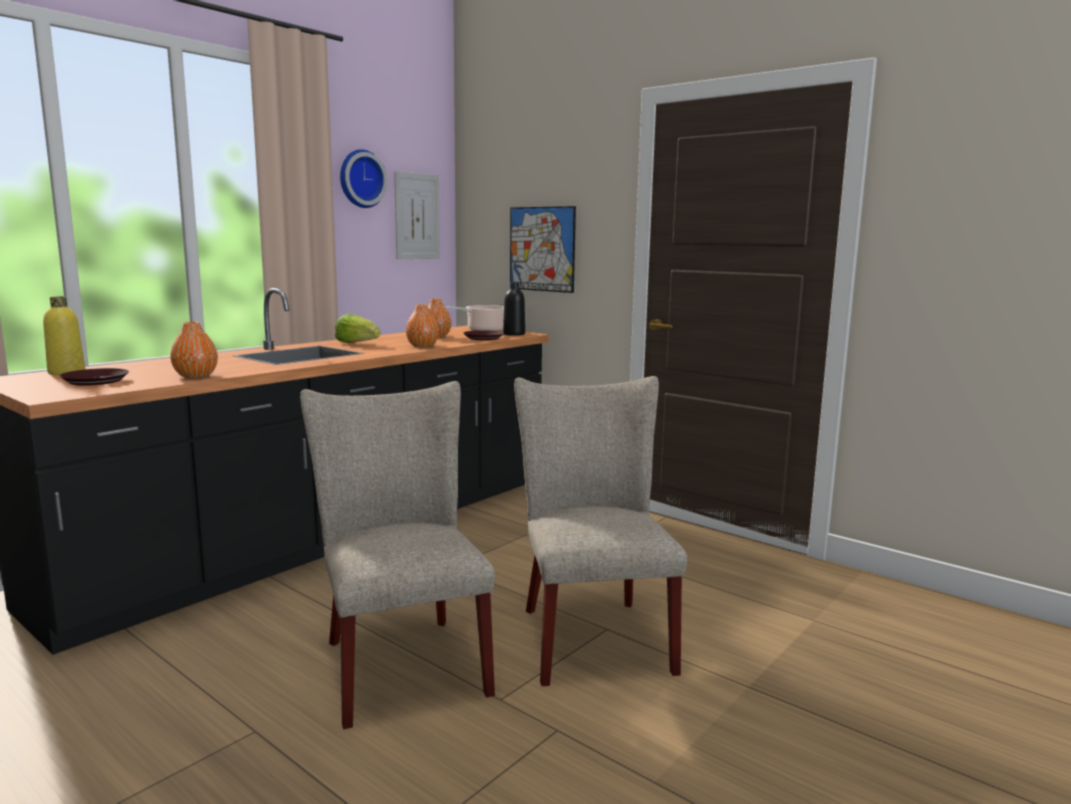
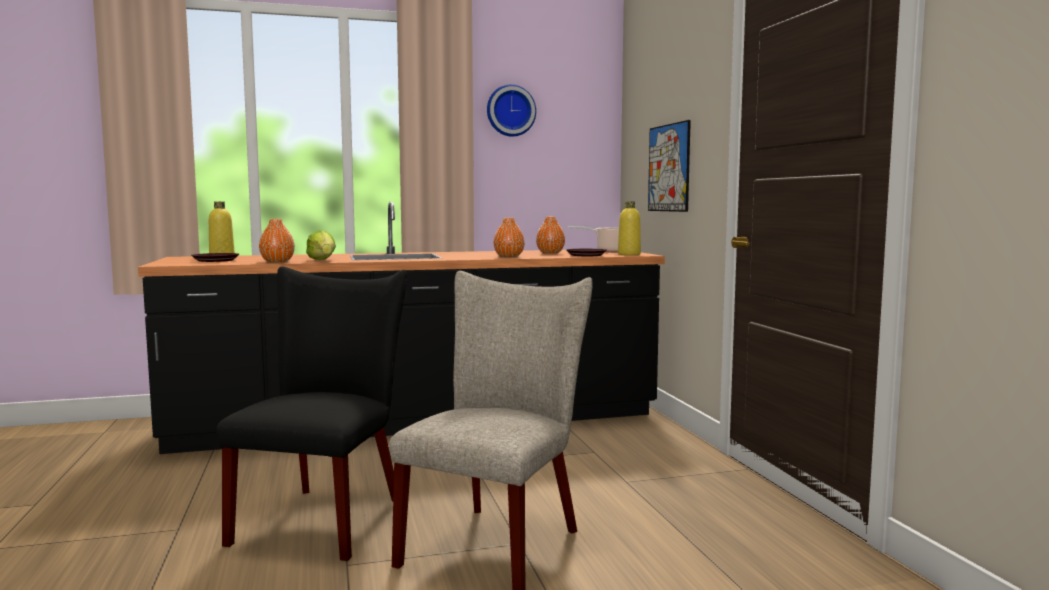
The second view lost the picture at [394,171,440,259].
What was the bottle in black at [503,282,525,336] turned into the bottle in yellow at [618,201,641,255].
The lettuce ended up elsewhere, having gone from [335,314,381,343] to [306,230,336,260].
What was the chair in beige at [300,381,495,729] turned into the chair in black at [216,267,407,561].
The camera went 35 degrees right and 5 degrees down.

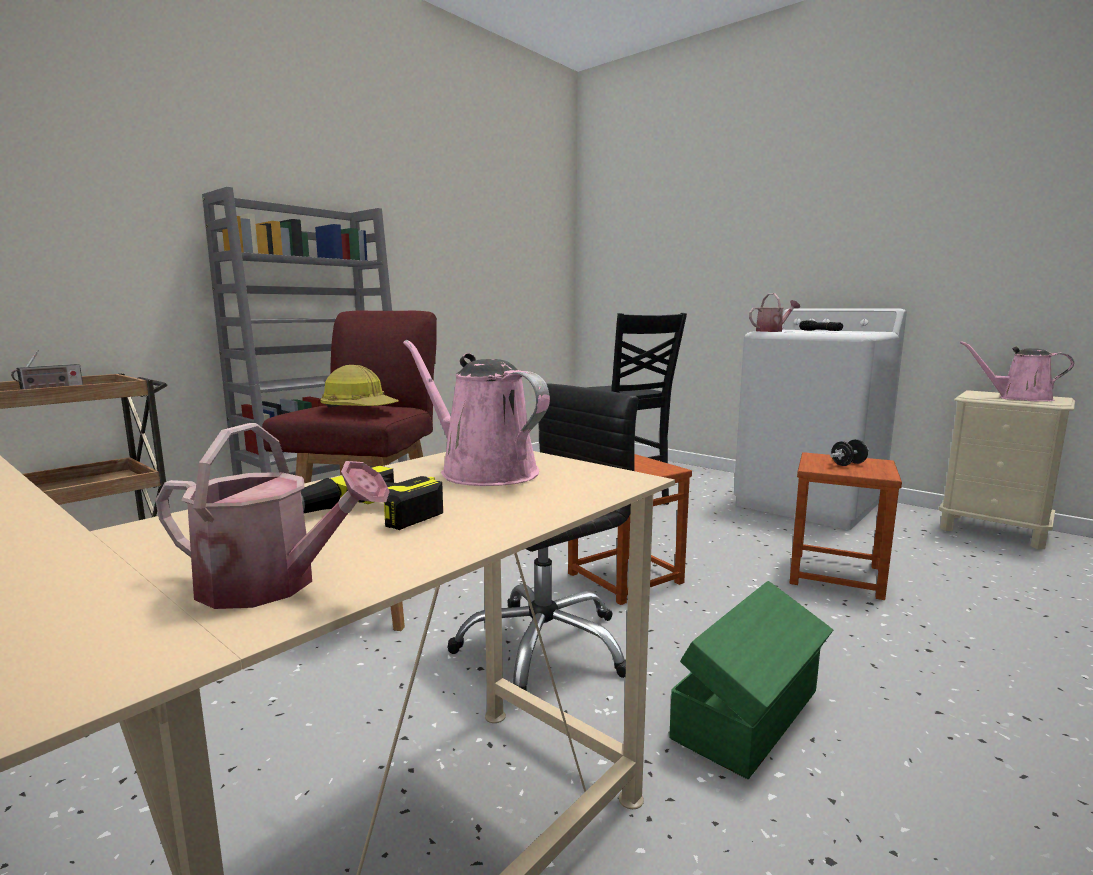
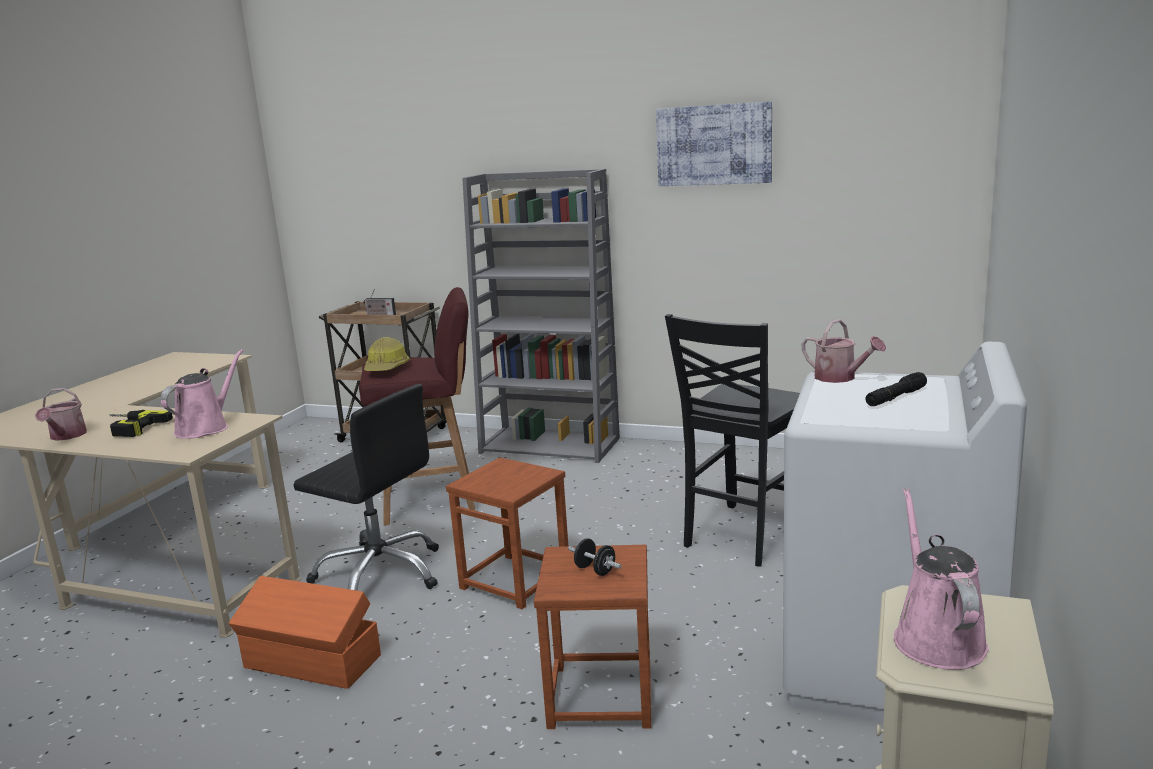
What was the storage box in green at [670,581,833,779] turned into the storage box in orange at [229,576,381,689].
The second view gained the picture at [656,102,772,186].
The camera went 70 degrees right and 5 degrees up.

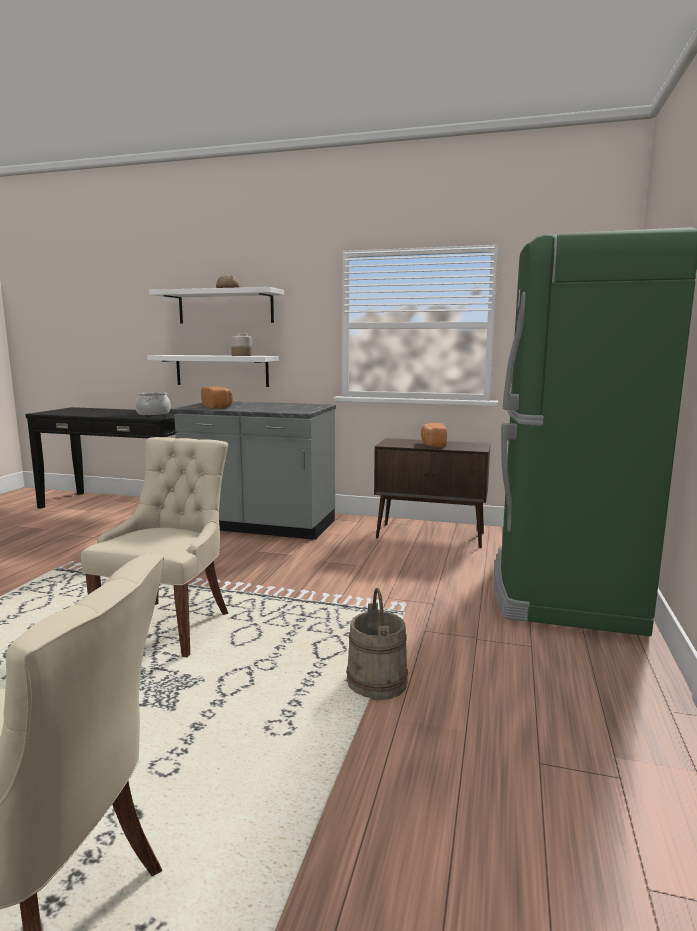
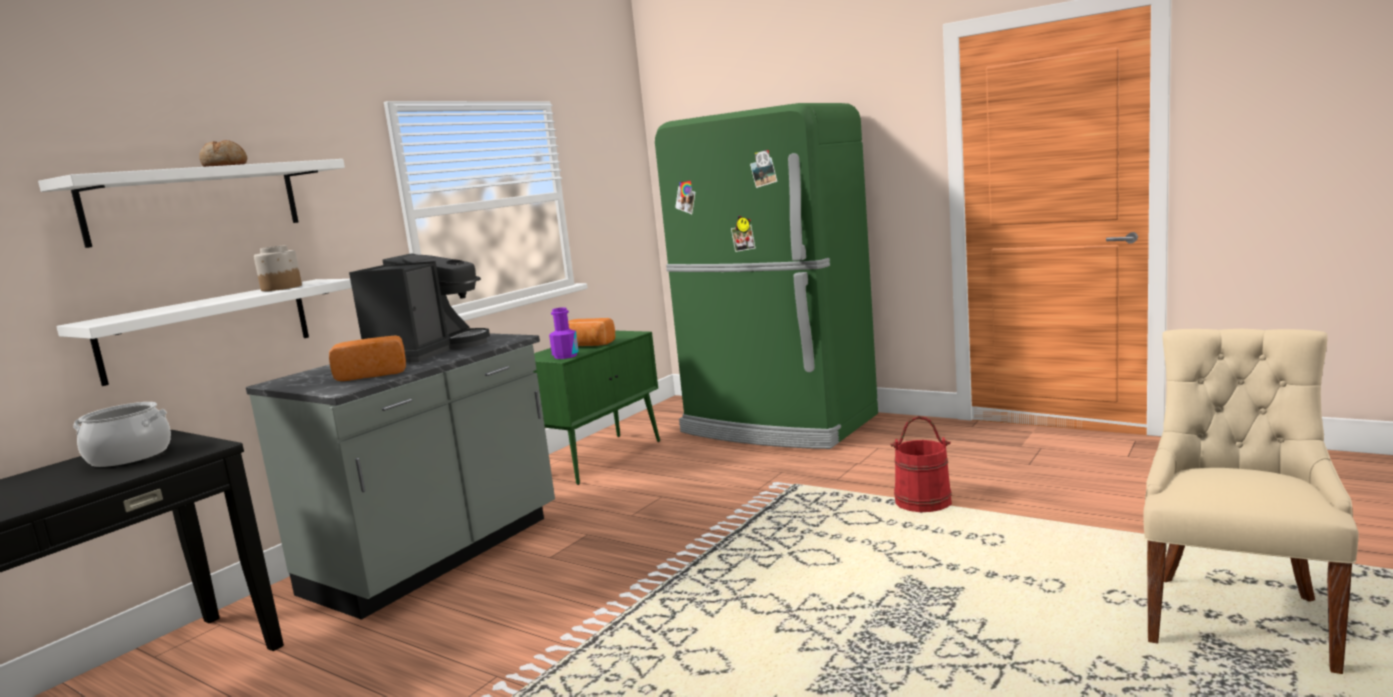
The second view lost the chair in beige at [81,437,228,657].
What was the cabinet in brown at [374,438,491,548] turned into the cabinet in green at [533,331,660,485].
What was the bucket in beige at [346,588,408,700] turned into the bucket in red at [890,416,952,512].
The second view gained the coffee machine at [349,253,490,362].
The second view gained the bottle in purple at [549,307,579,359].
The camera went 70 degrees left and 0 degrees up.

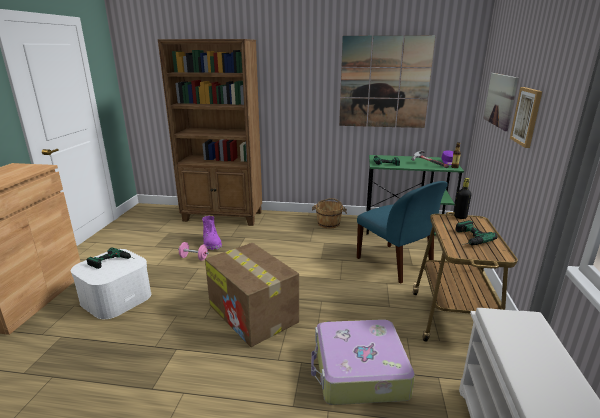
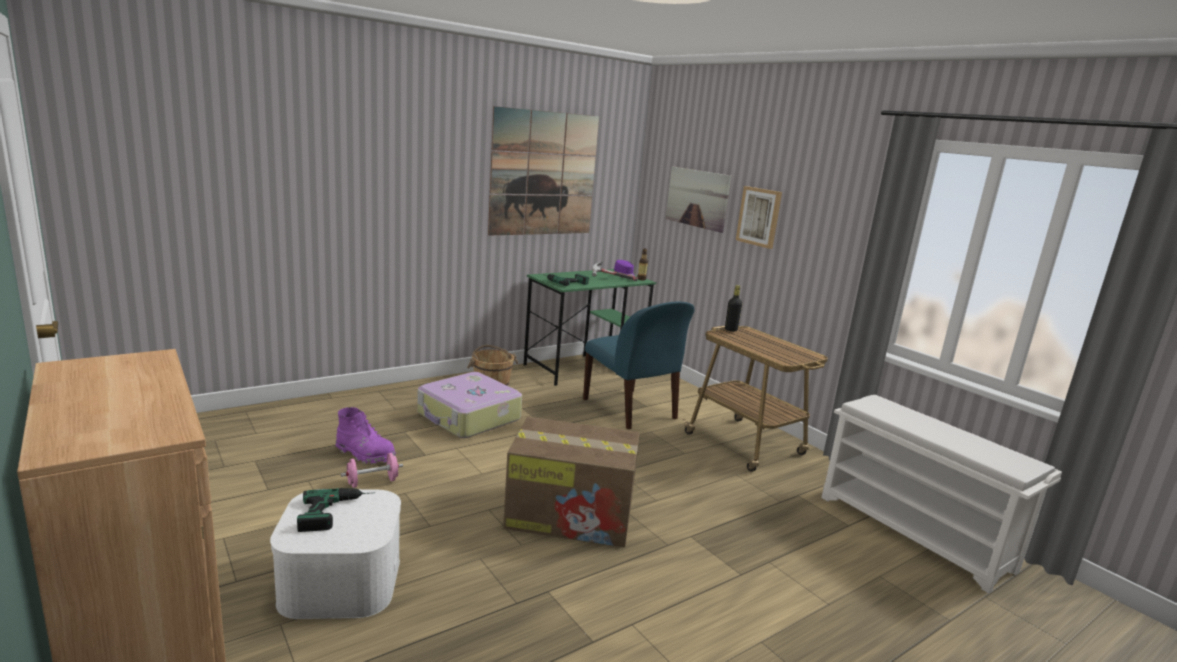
The second view lost the bookcase in brown at [158,39,262,226].
The chair in blue at [357,181,448,284] ended up facing another way, 45 degrees clockwise from before.
The second view lost the power drill at [455,220,498,245].
The suitcase ended up elsewhere, having gone from [311,319,415,405] to [417,372,522,438].
The camera went 45 degrees left and 5 degrees down.

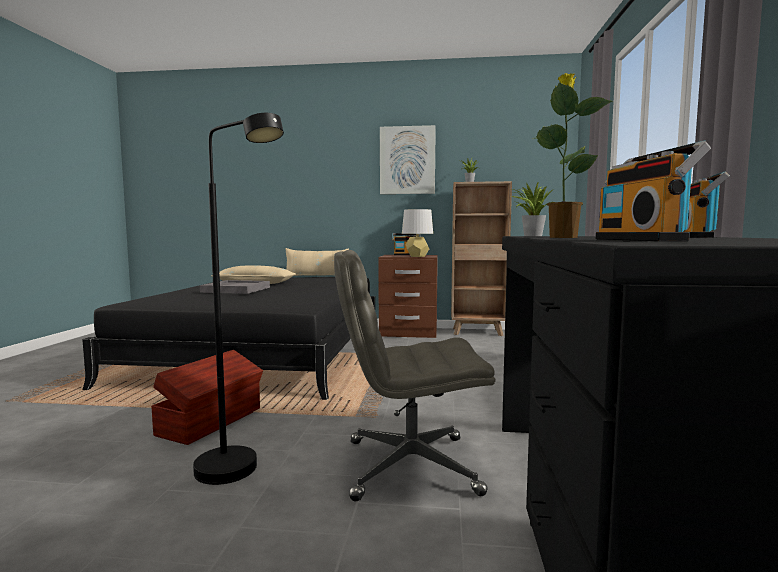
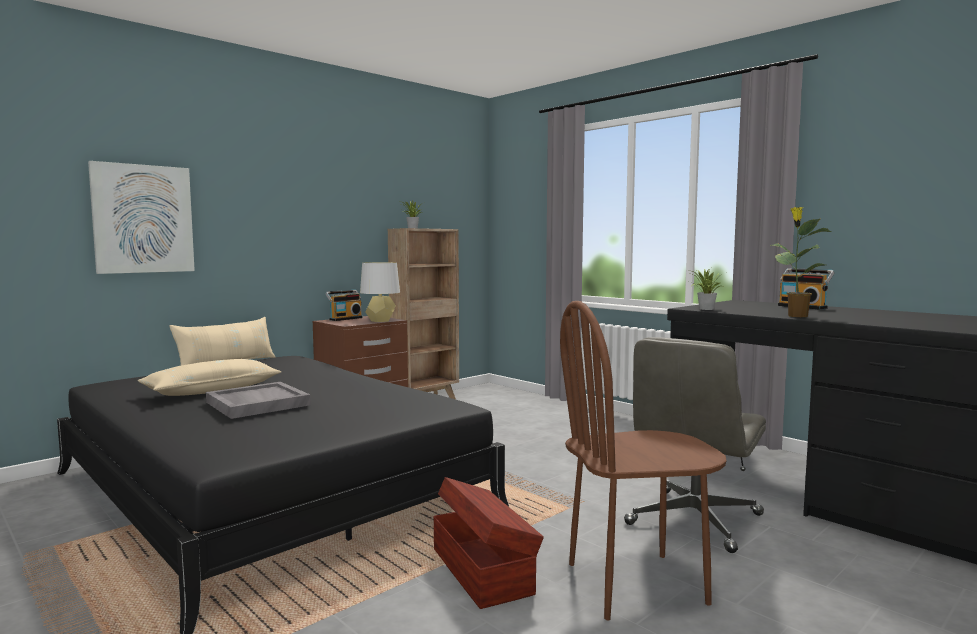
Where the floor lamp in black stood at [193,113,284,485], the chair in brown came to stand at [560,301,726,621].
The picture ended up elsewhere, having gone from [380,125,436,194] to [88,161,195,274].
The second view lost the radio at [595,141,711,241].
The camera went 50 degrees left and 0 degrees up.

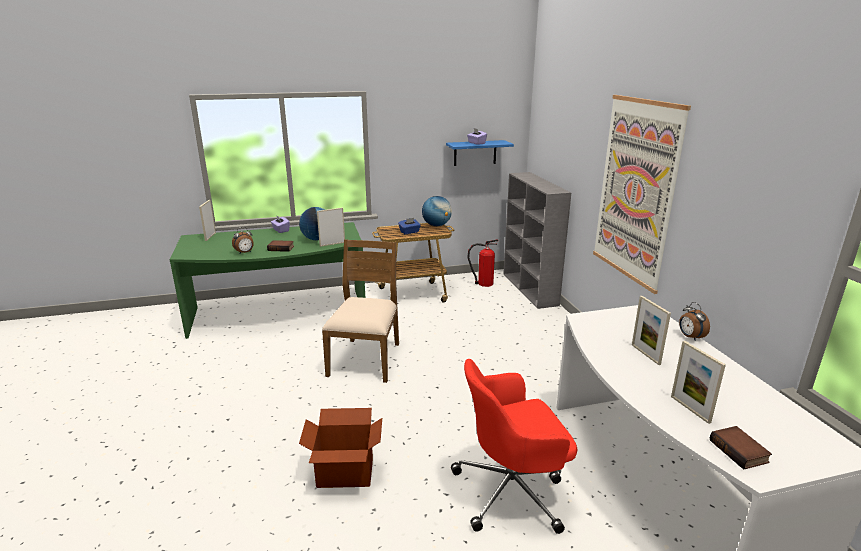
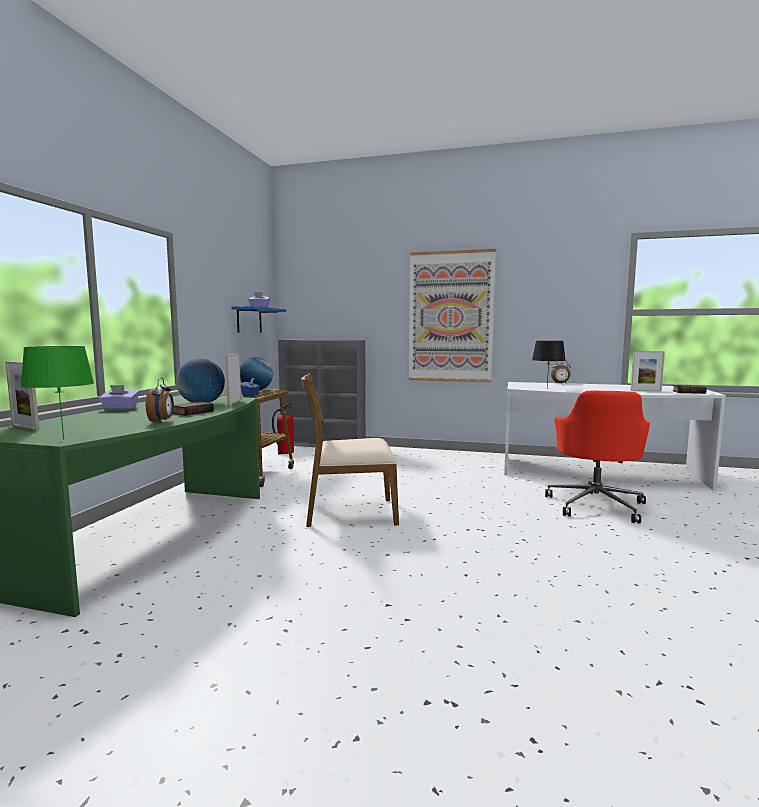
The chair in brown at [322,239,399,383] ended up facing another way, 45 degrees counterclockwise from before.
The second view lost the picture frame at [632,296,671,365].
The second view lost the cardboard box at [299,408,382,488].
The second view gained the table lamp in black at [532,341,566,389].
The second view gained the table lamp in green at [20,346,94,440].
The camera went 60 degrees left and 15 degrees down.

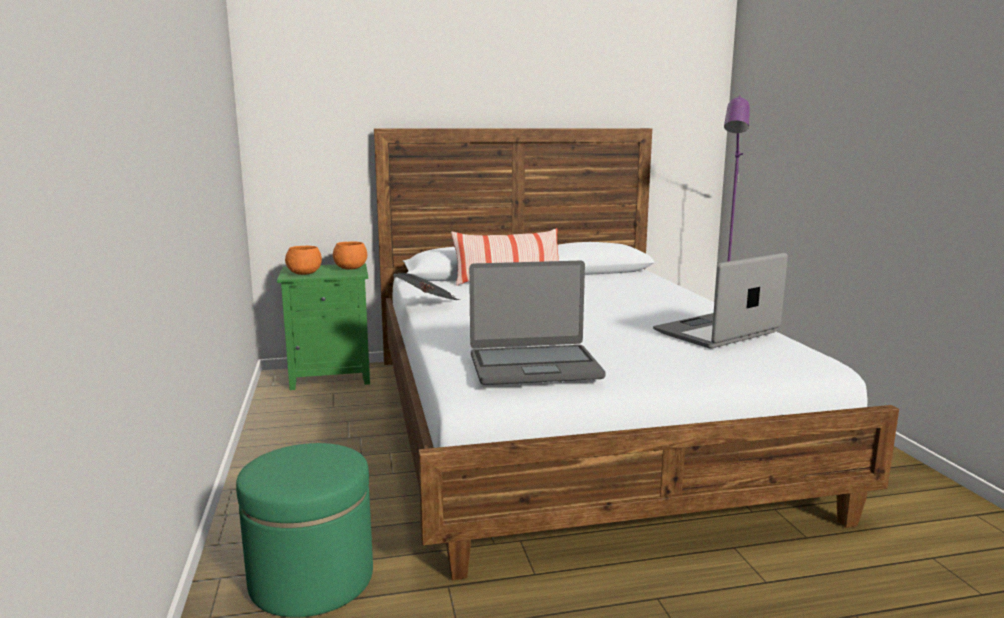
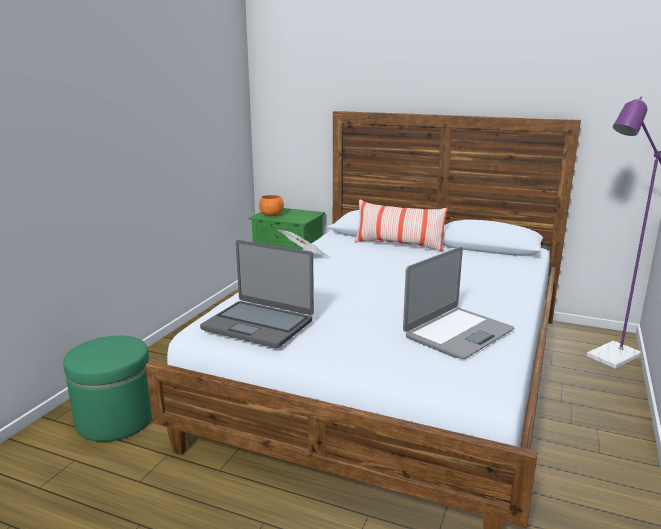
The second view lost the bowl in orange at [333,242,367,270].
The laptop at [653,253,788,349] ended up facing another way, 135 degrees clockwise from before.
The camera went 35 degrees right and 5 degrees up.

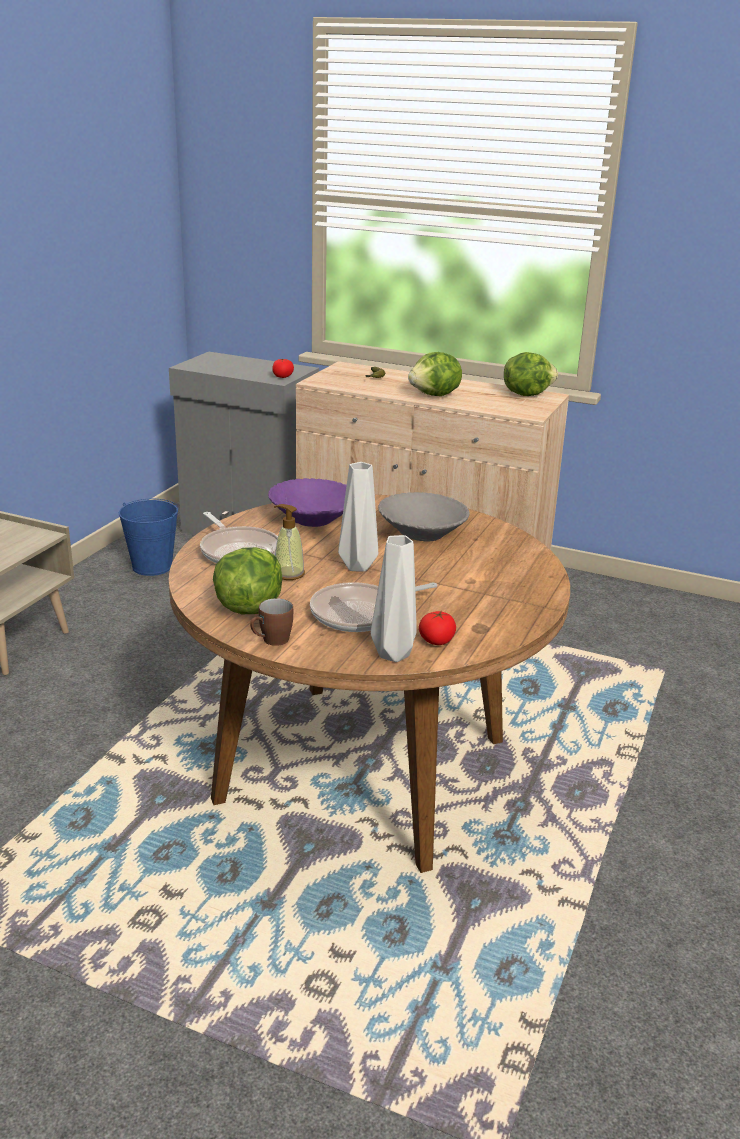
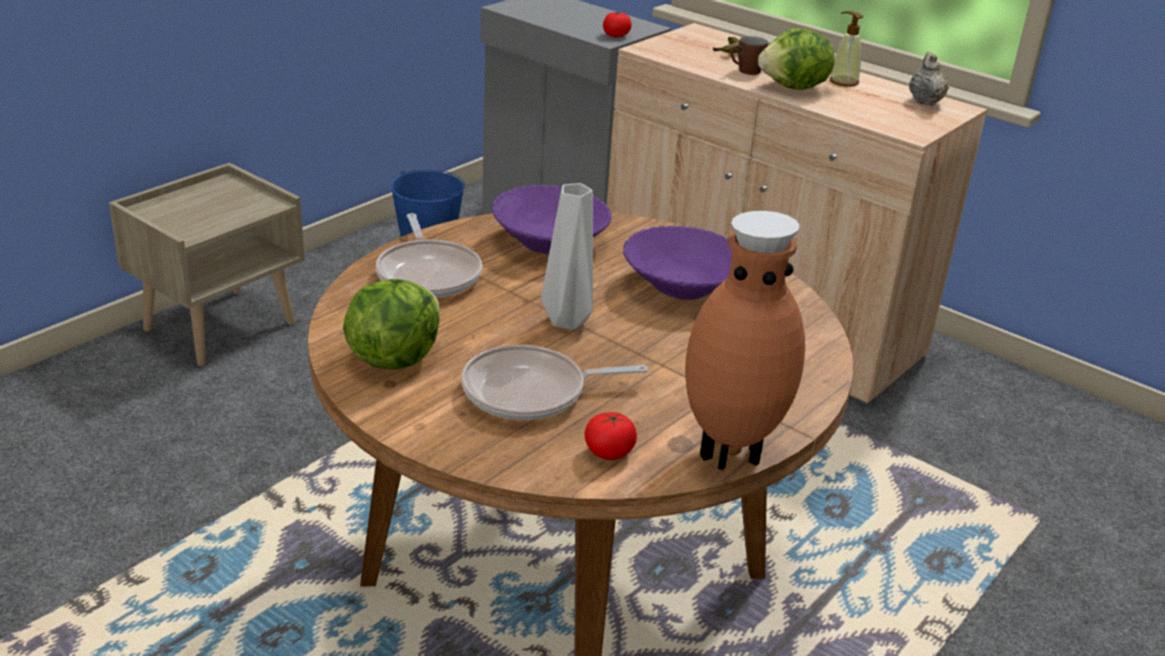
Where the lettuce stood at [504,352,558,396], the teapot in beige came to stand at [909,52,949,106].
What was the bowl in grey at [378,492,470,542] turned into the bowl in purple at [623,226,732,300].
The soap dispenser ended up elsewhere, having gone from [274,504,305,580] to [830,11,864,87].
The second view lost the vase in grey at [371,535,417,662].
The mug in brown ended up elsewhere, having gone from [250,598,293,646] to [730,36,768,75].
The second view gained the vase in brown at [685,211,805,470].
The camera went 15 degrees right and 5 degrees up.

